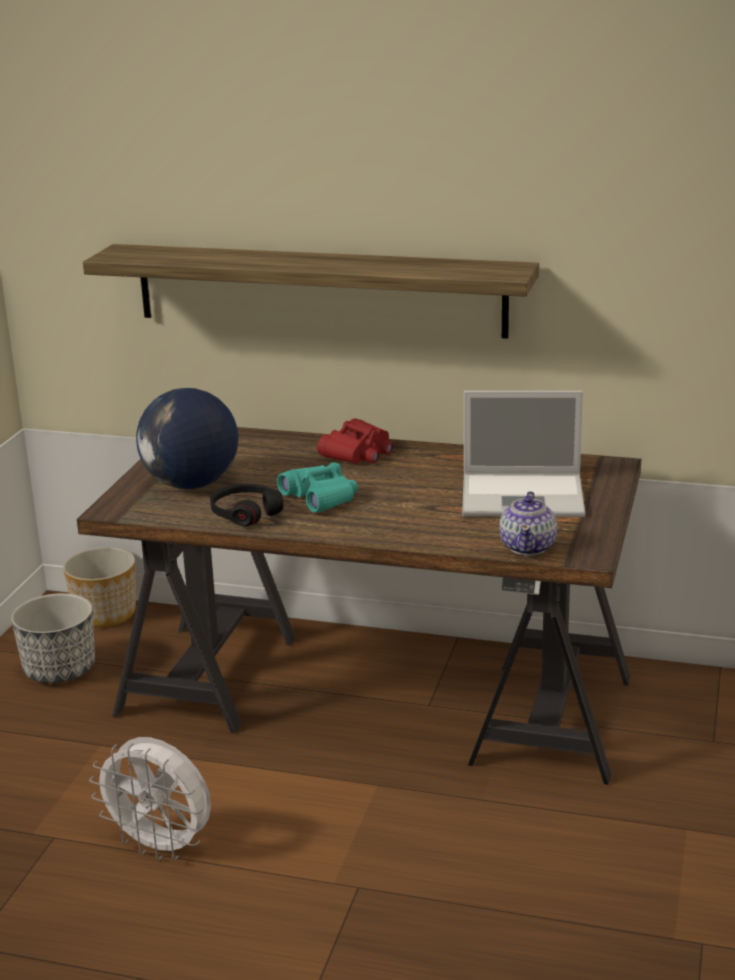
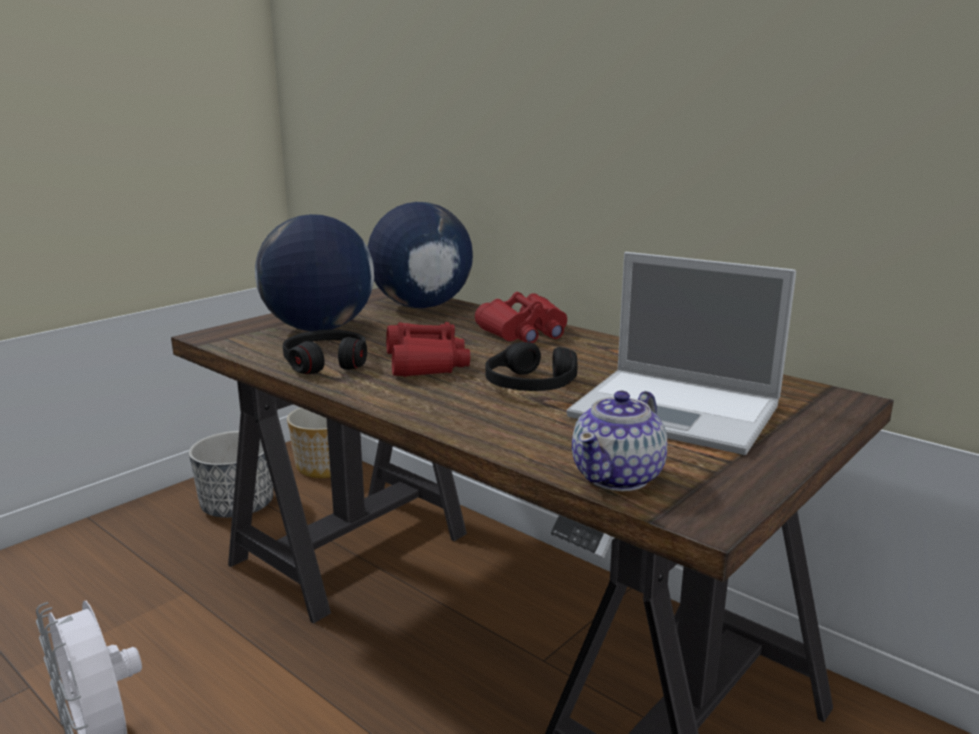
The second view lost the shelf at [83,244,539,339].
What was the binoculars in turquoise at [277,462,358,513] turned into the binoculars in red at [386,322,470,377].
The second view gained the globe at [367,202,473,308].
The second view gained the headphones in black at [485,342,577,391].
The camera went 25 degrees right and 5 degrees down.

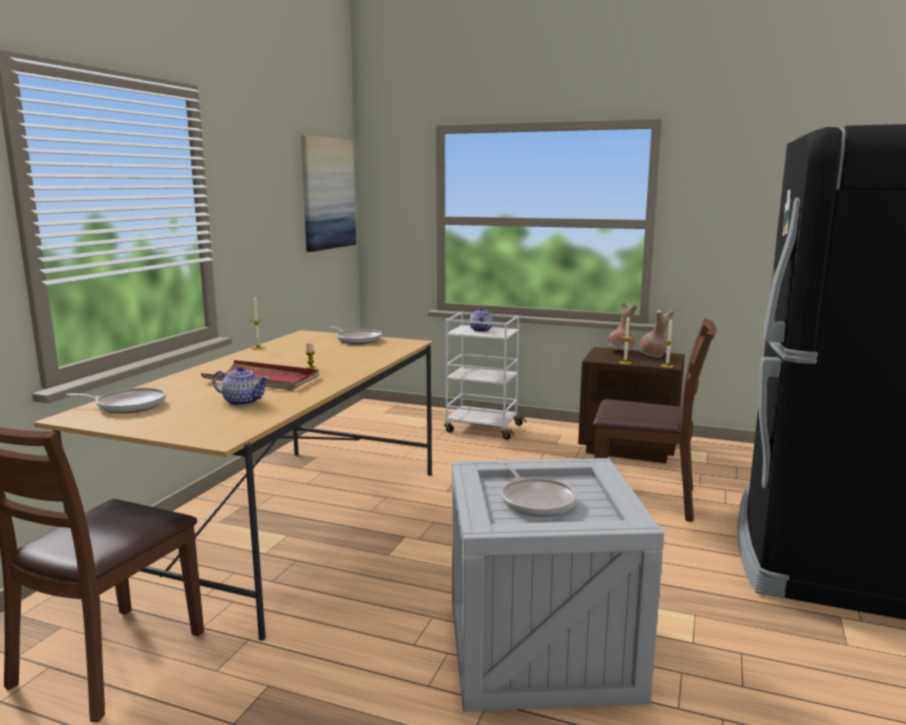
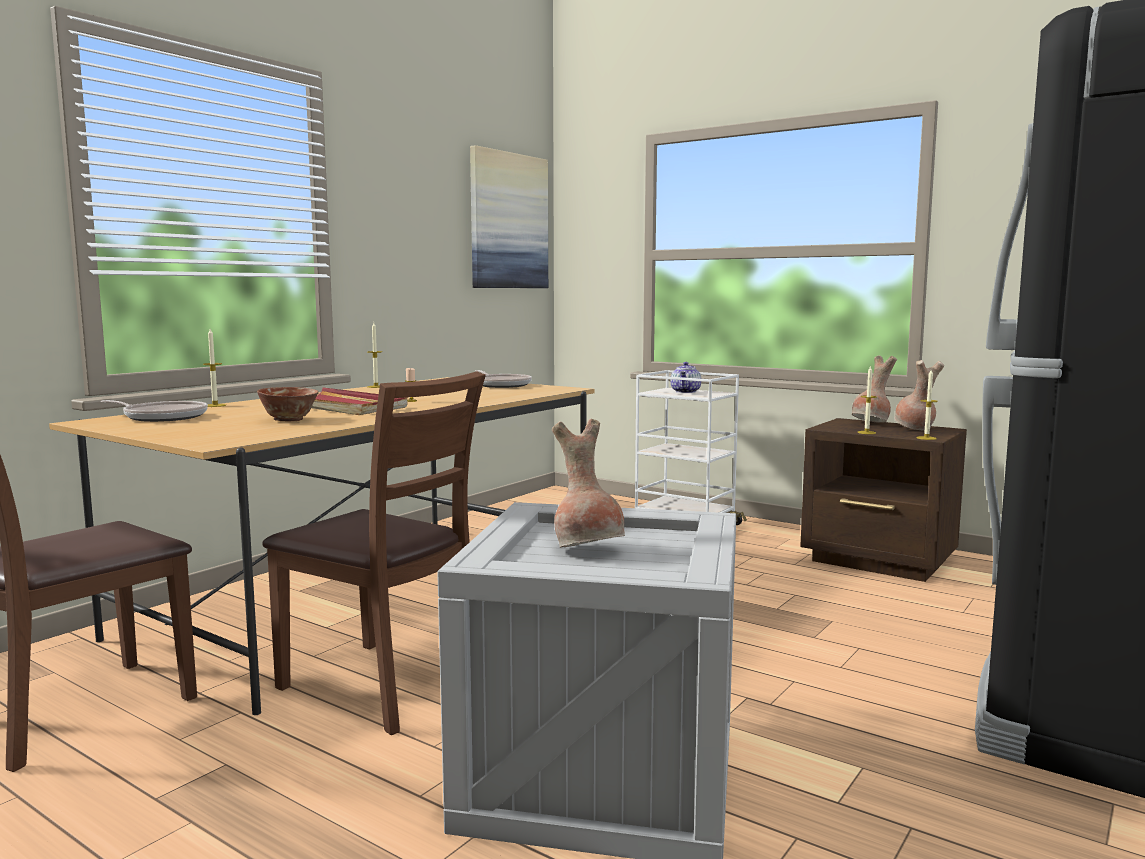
The chair in brown ended up elsewhere, having gone from [593,318,717,522] to [262,372,486,735].
Where the teapot stood at [213,366,269,406], the bowl came to stand at [257,387,319,421].
Where the frying pan stood at [501,463,577,517], the vase in brown came to stand at [552,419,625,548].
The second view gained the candle at [203,329,226,407].
The camera went 15 degrees right and 5 degrees down.

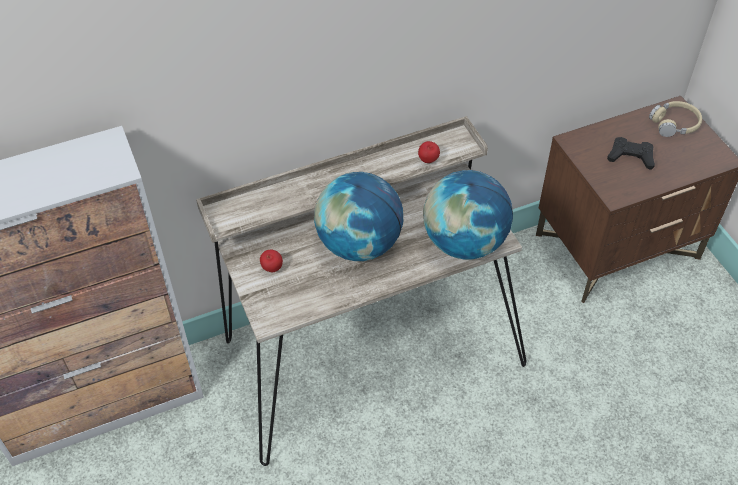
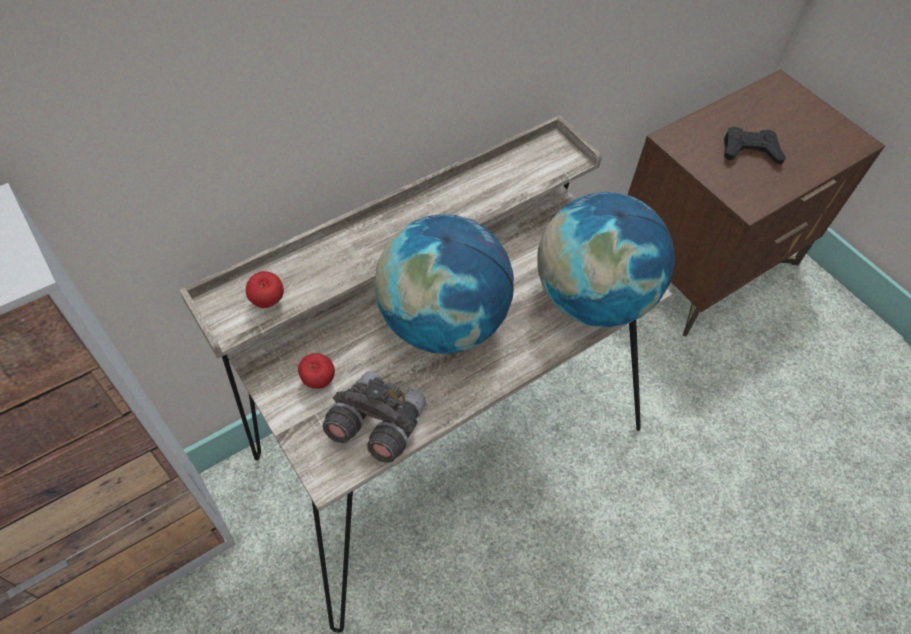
The second view lost the headphones in beige at [649,101,702,137].
The apple ended up elsewhere, having gone from [418,141,440,163] to [246,271,284,308].
The second view gained the binoculars in grey at [323,371,426,463].
The camera went 15 degrees left and 5 degrees up.

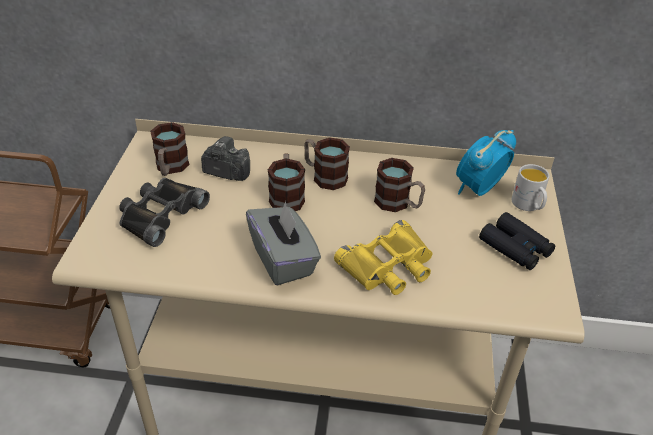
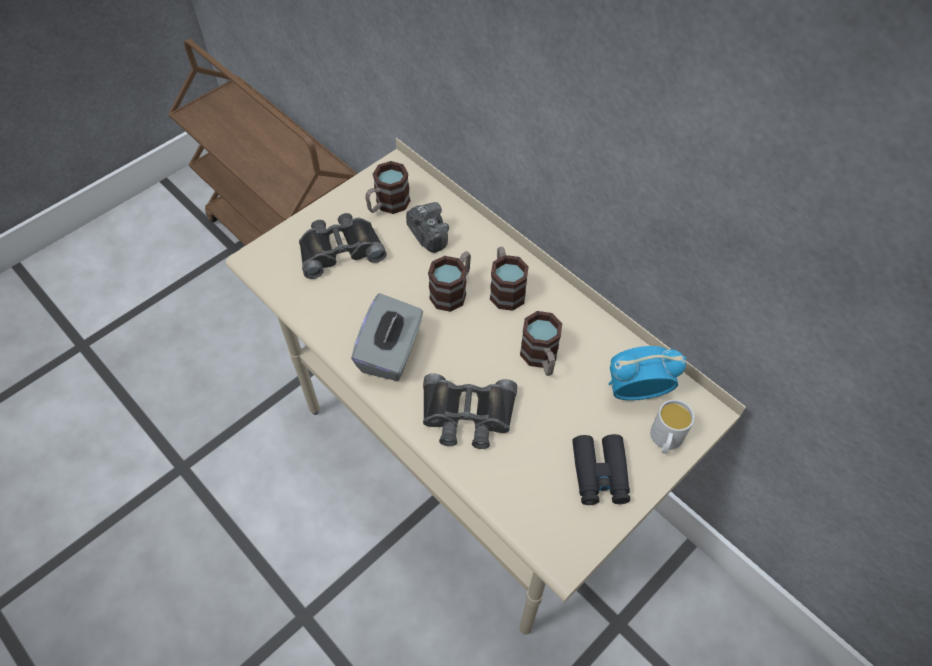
What was the binoculars in yellow at [334,220,433,295] turned into the binoculars in black at [423,373,517,449].
The camera went 40 degrees right and 15 degrees up.

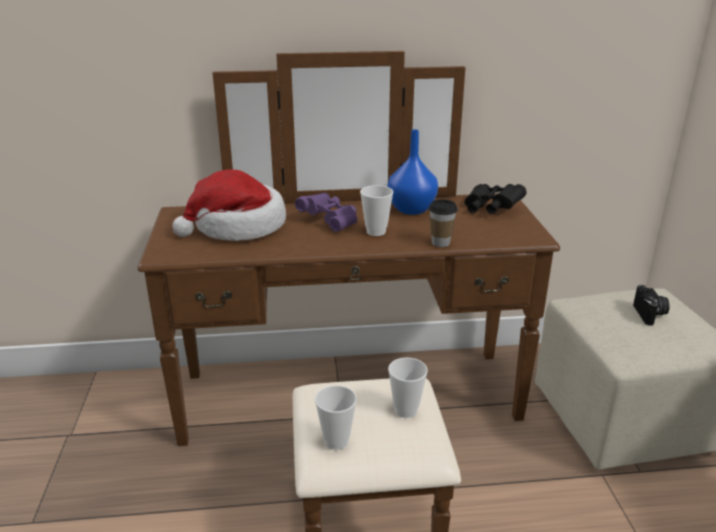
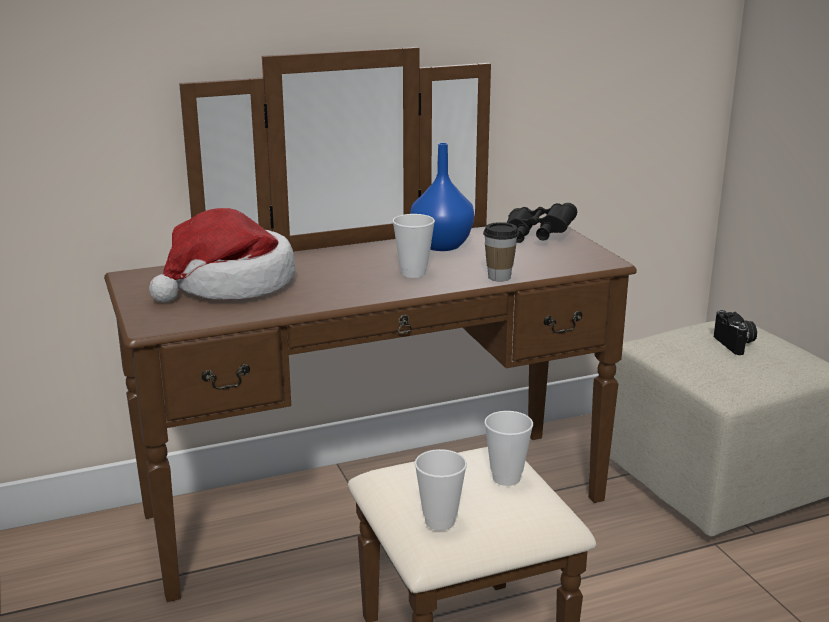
The second view lost the binoculars in purple at [295,193,357,232].
The camera went 15 degrees left and 5 degrees down.

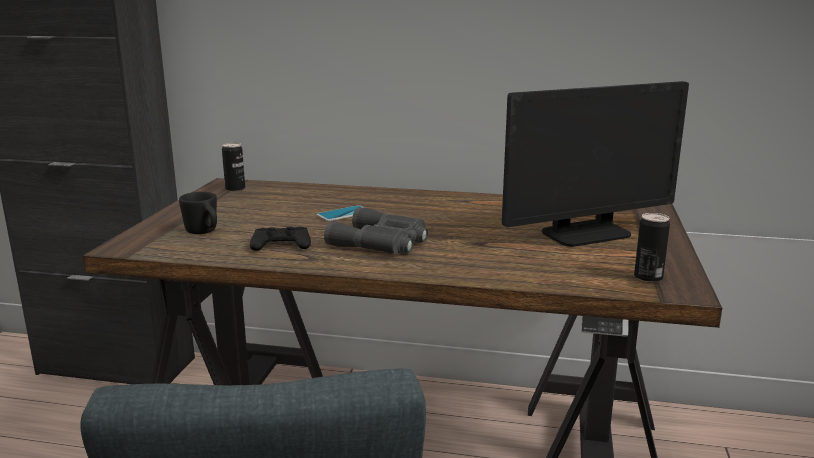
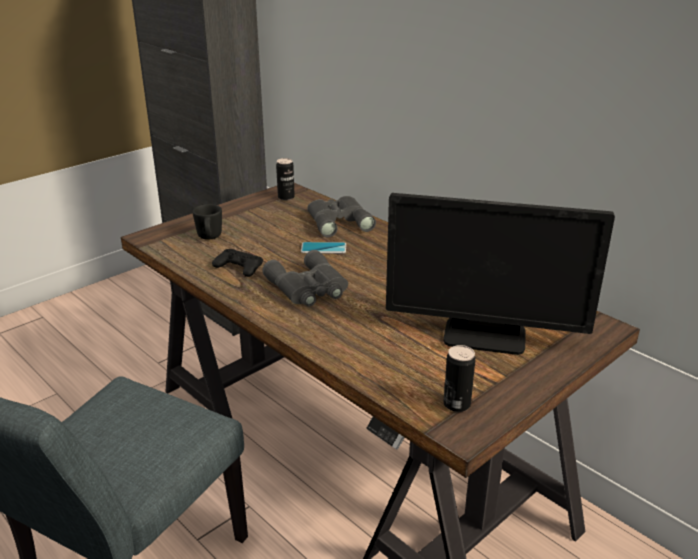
The second view gained the binoculars in grey at [307,196,376,238].
The camera went 35 degrees right and 10 degrees up.

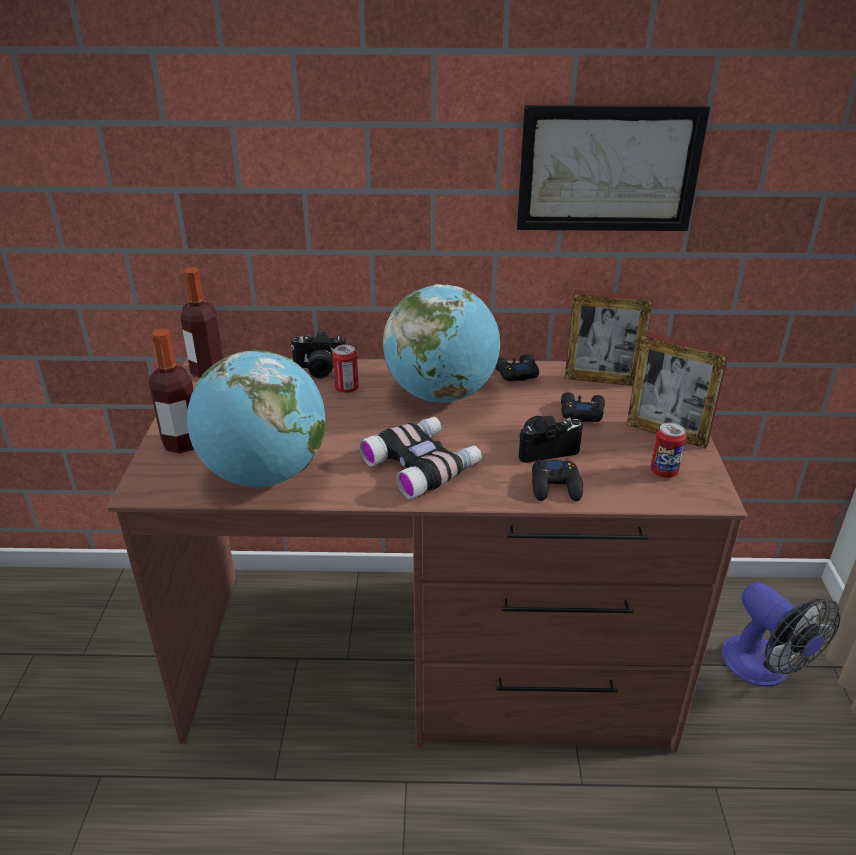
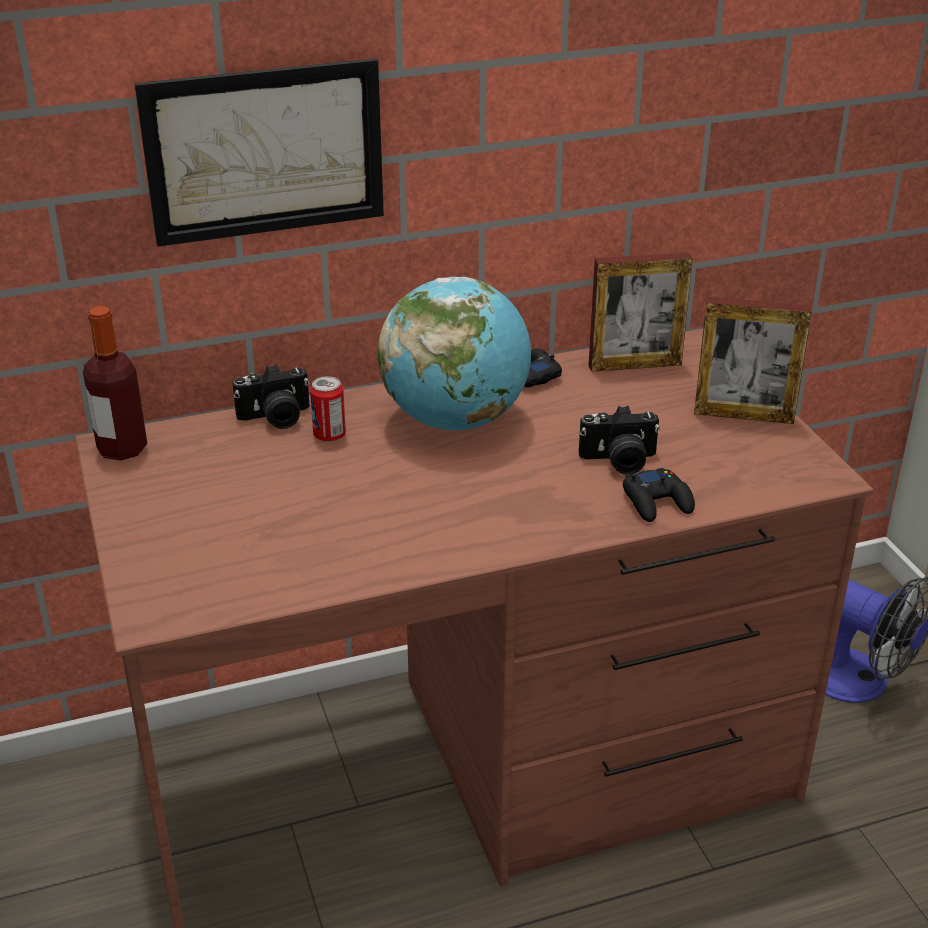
The picture ended up elsewhere, having gone from [517,105,710,231] to [134,58,384,247].
The second view lost the bottle at [149,329,194,453].
The second view lost the globe at [187,350,326,487].
The second view lost the game controller in black at [561,392,605,422].
The photo camera at [518,416,583,463] ended up facing another way, 150 degrees counterclockwise from before.
The second view lost the binoculars at [359,417,482,499].
The second view lost the can at [650,422,686,478].
The camera went 20 degrees left and 0 degrees up.

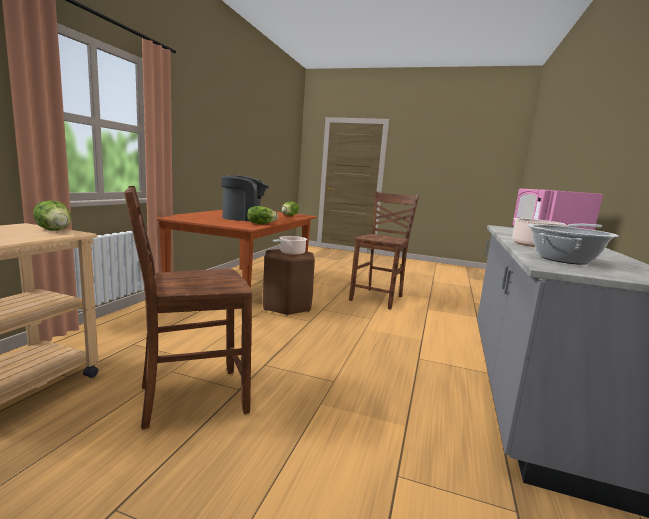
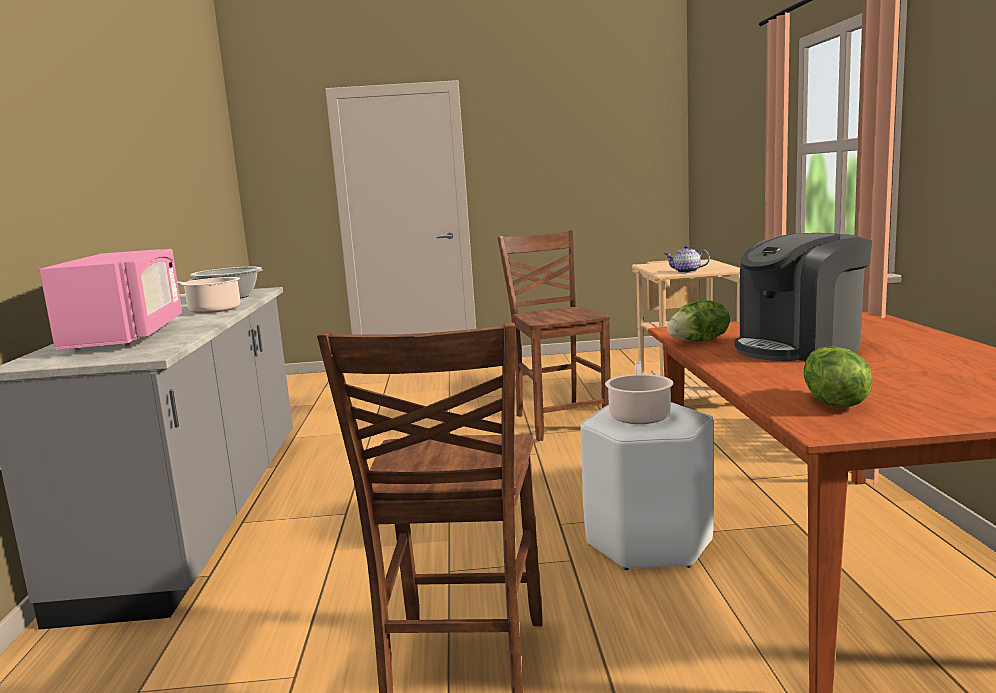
The chair in brown at [124,186,252,429] ended up facing another way, 60 degrees counterclockwise from before.
Where the lettuce stood at [33,200,71,231], the teapot came to stand at [664,245,710,273].
What was the stool in brown at [263,249,315,316] turned into the stool in white at [580,402,714,570].
The camera went 160 degrees right and 0 degrees up.

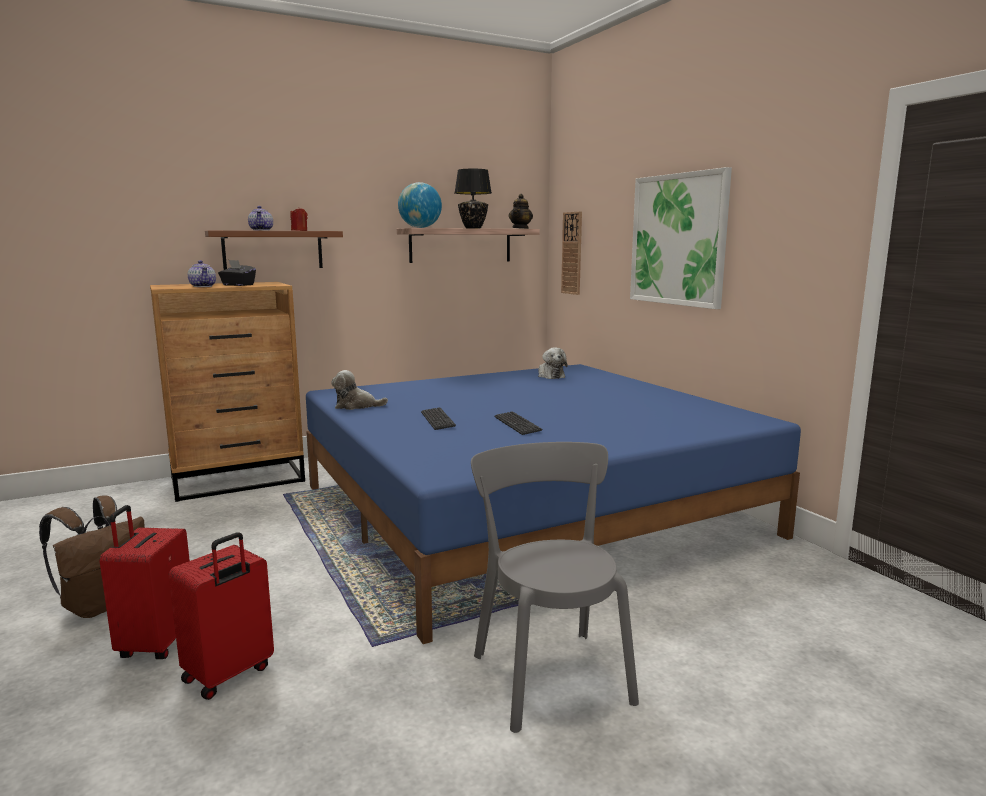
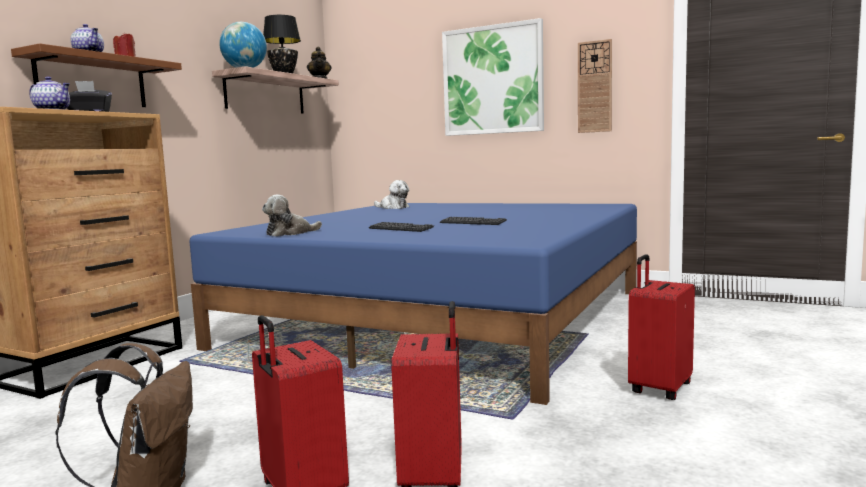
The wall clock ended up elsewhere, having gone from [561,211,582,295] to [578,39,612,133].
Where the chair in grey stood at [471,442,639,733], the suitcase in red came to stand at [628,254,695,400].
The camera went 35 degrees left and 5 degrees down.

